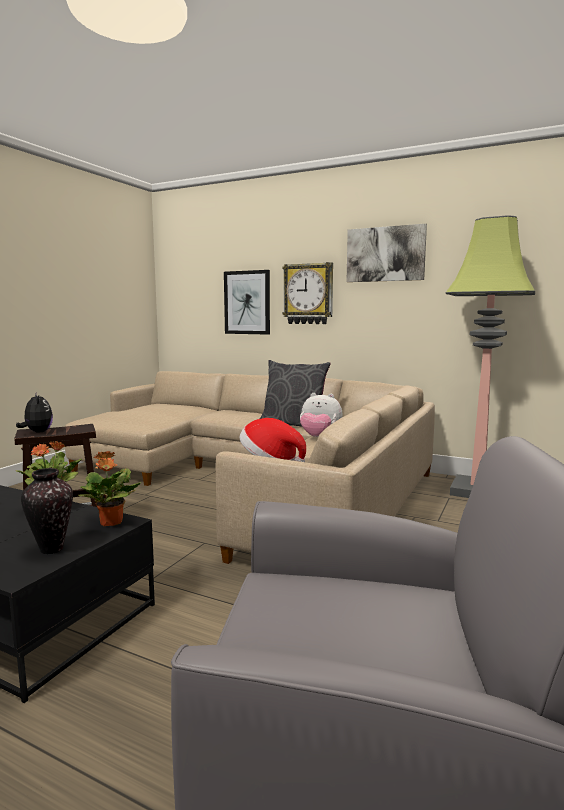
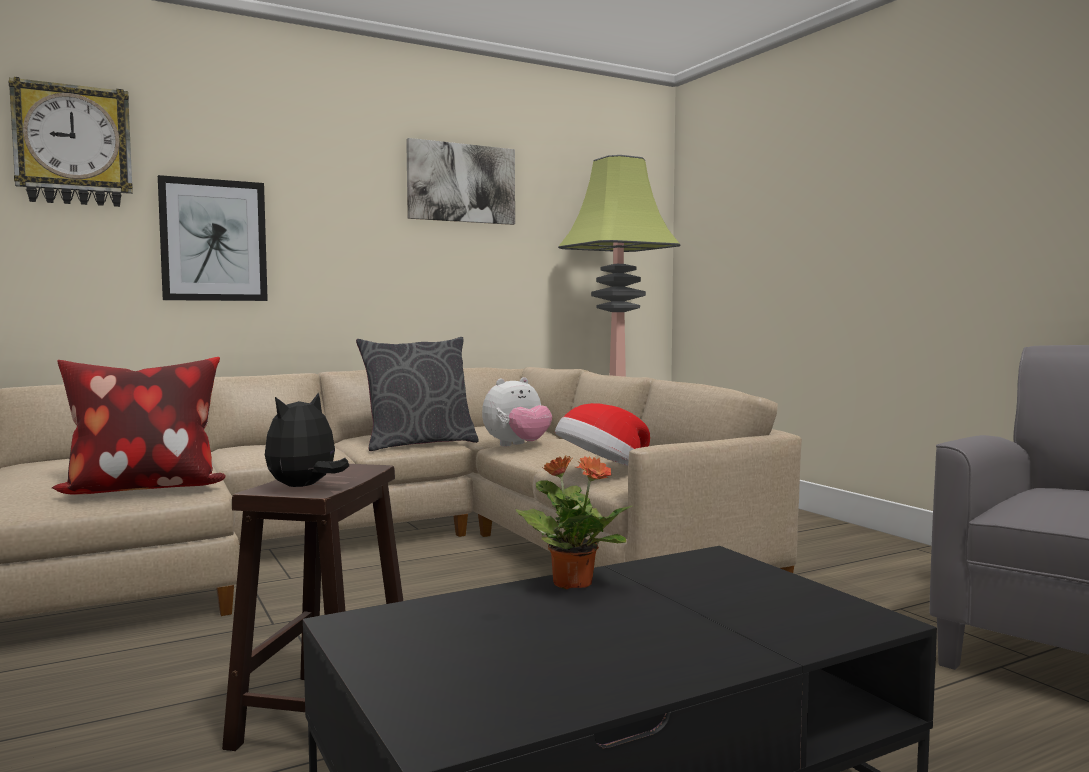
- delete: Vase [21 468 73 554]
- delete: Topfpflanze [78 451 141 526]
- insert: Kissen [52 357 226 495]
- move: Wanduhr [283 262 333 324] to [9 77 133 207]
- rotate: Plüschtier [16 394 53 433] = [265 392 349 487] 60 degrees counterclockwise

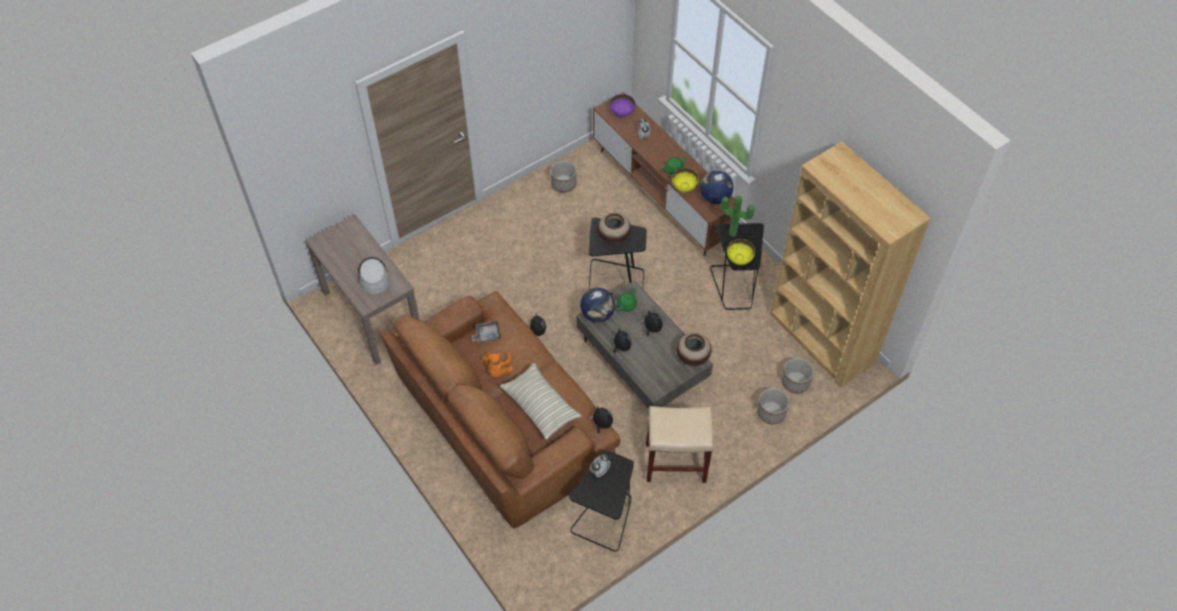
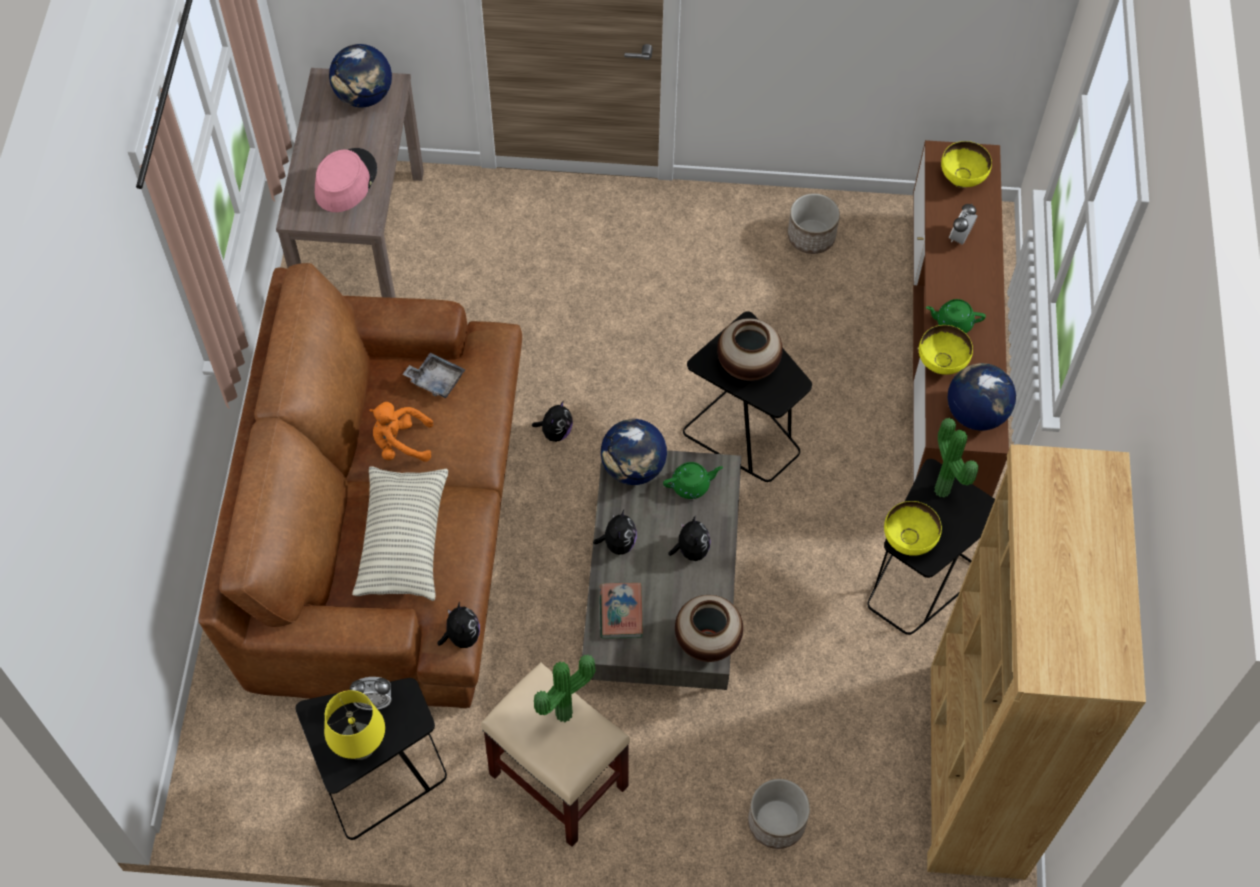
- delete: Pflanzkübel [782 358 814 394]
- insert: Tischlampe/gelb [324 690 385 760]
- insert: Globus [329 44 392 107]
- insert: Topfpflanze [534 654 595 722]
- insert: Buch [600 582 643 639]
- recolor: Hut/grau [358 257 389 294] to Hut/rosa [315 148 377 212]
- recolor: Schüssel/lila [610 94 635 118] to Schüssel/gelb [941 141 992 188]
- rotate: Plüschtier/orange [483 352 513 377] = [369 402 433 462] 45 degrees clockwise

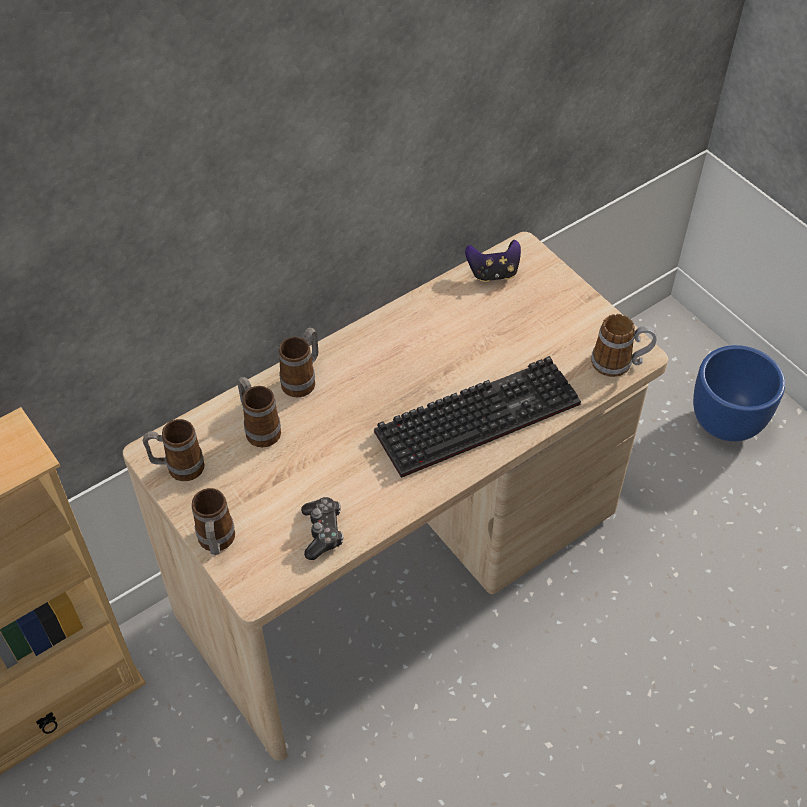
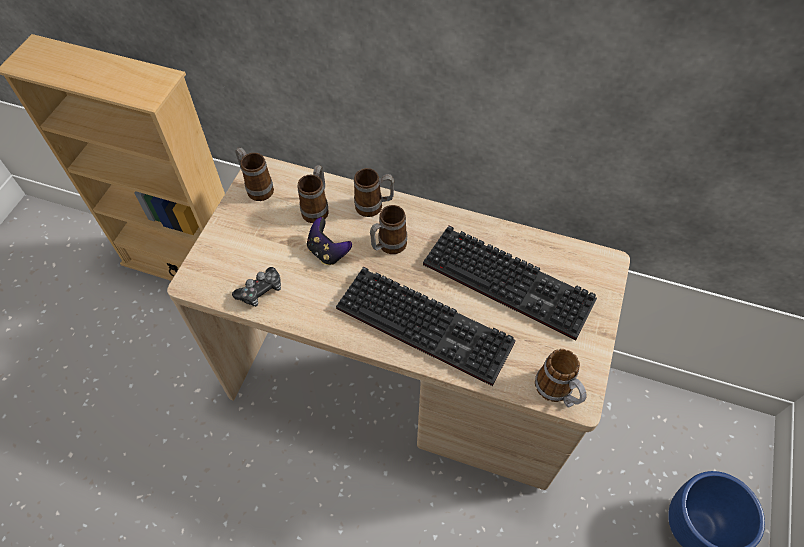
- insert: Tastatur [423 226 597 340]
- move: Henkelbecher [191 488 235 555] to [370 205 407 254]
- move: Gamepad [465 240 521 282] to [307 217 352 265]

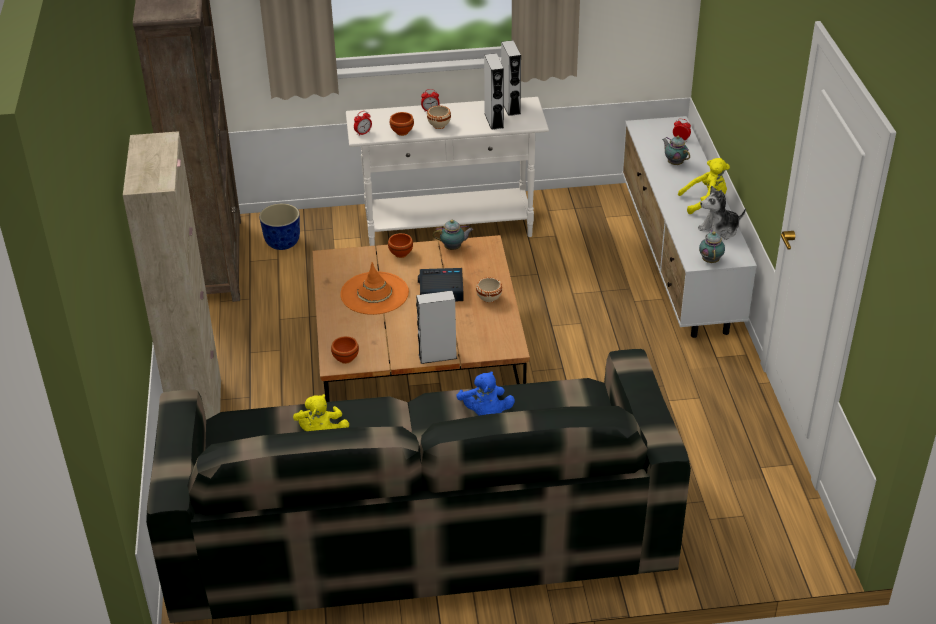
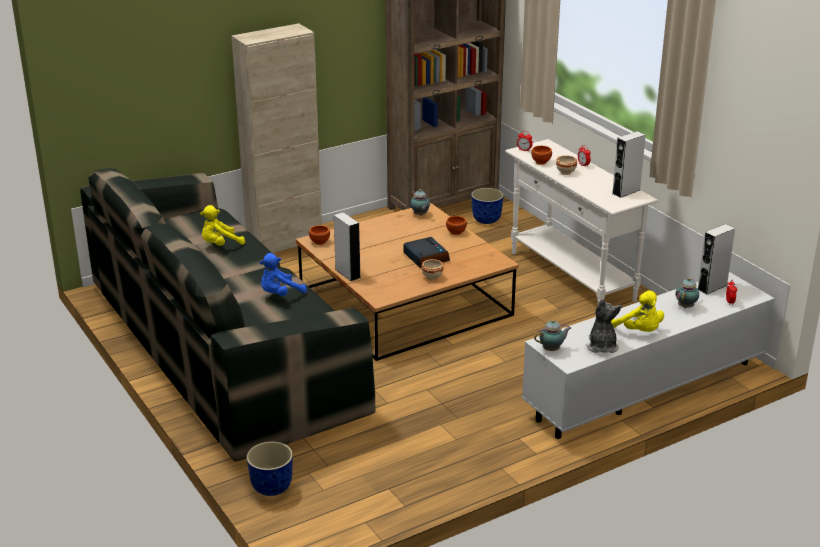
- delete: Hut/orange [340 262 409 315]
- insert: Pflanzkübel [246 442 293 496]
- move: Teekanne [433 220 474 250] to [410 189 430 216]
- move: Lautsprecher/grau [484 53 504 130] to [698 224 735 295]
- rotate: Plüschtier [698 185 746 240] = [586 299 622 353] 45 degrees clockwise

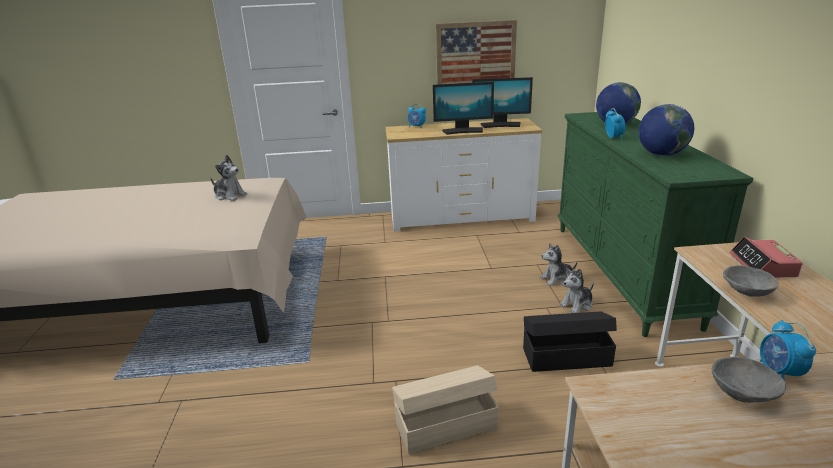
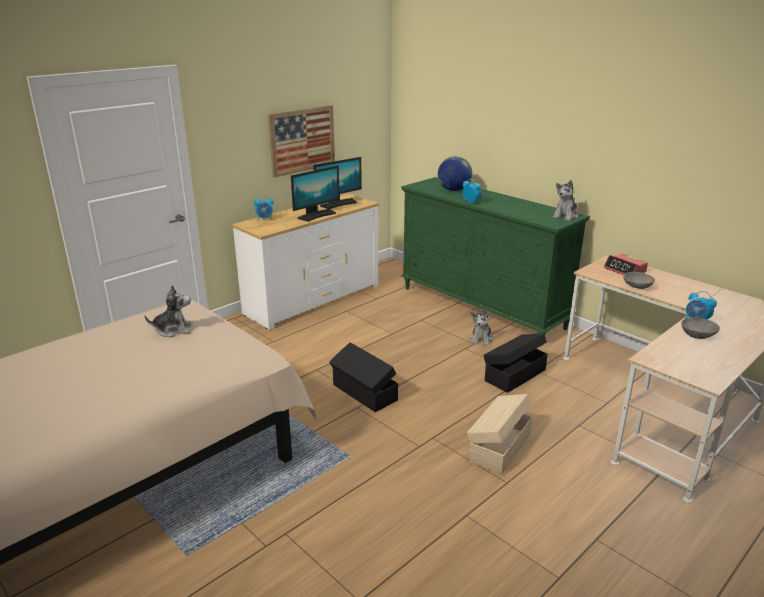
- delete: Globus [638 104 694 156]
- insert: Aufbewahrungsbox/schwarz [329 342 398 412]
- move: Plüschtier [540 243 577 286] to [553 180 578 221]

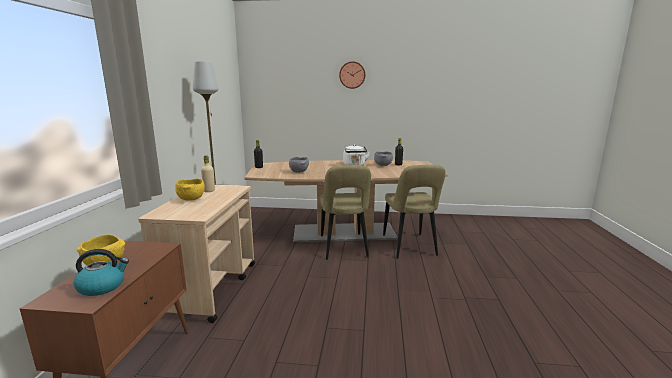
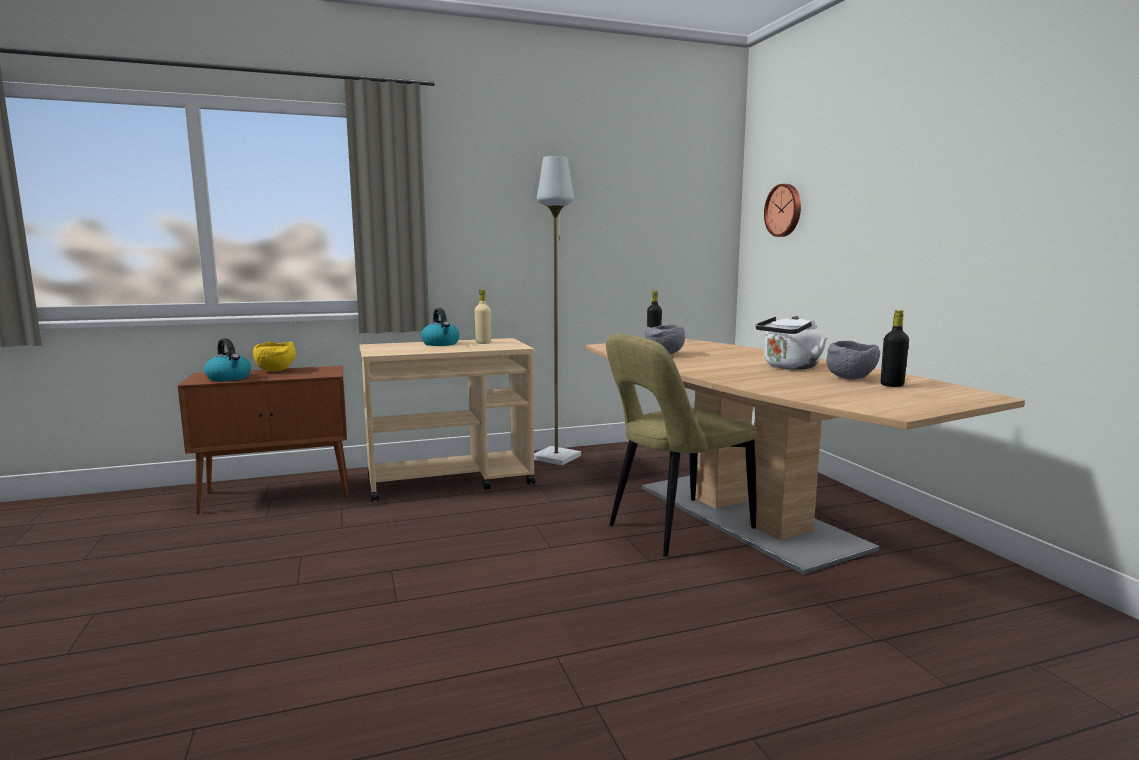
- delete: Stuhl/beige [383 165 446 259]
- move: Wanduhr [339 61 365 89] to [764 184 801 237]
- replace: Schüssel/gelb [175 178 205 201] to Wasserkessel [421 308 460 346]

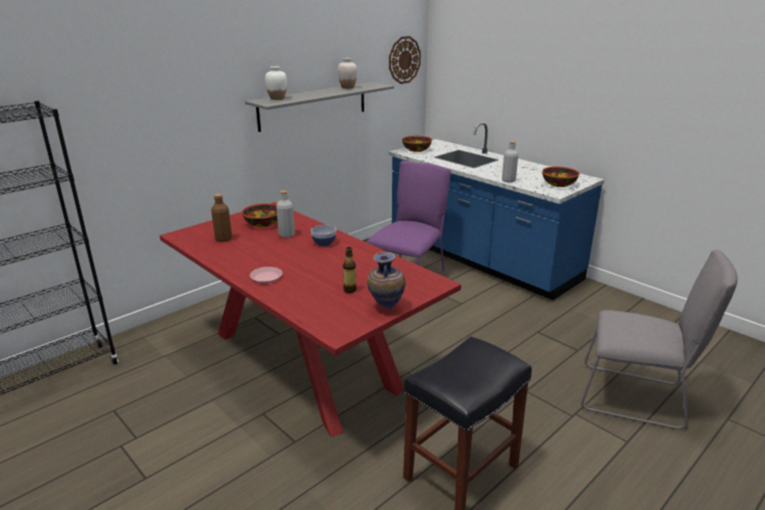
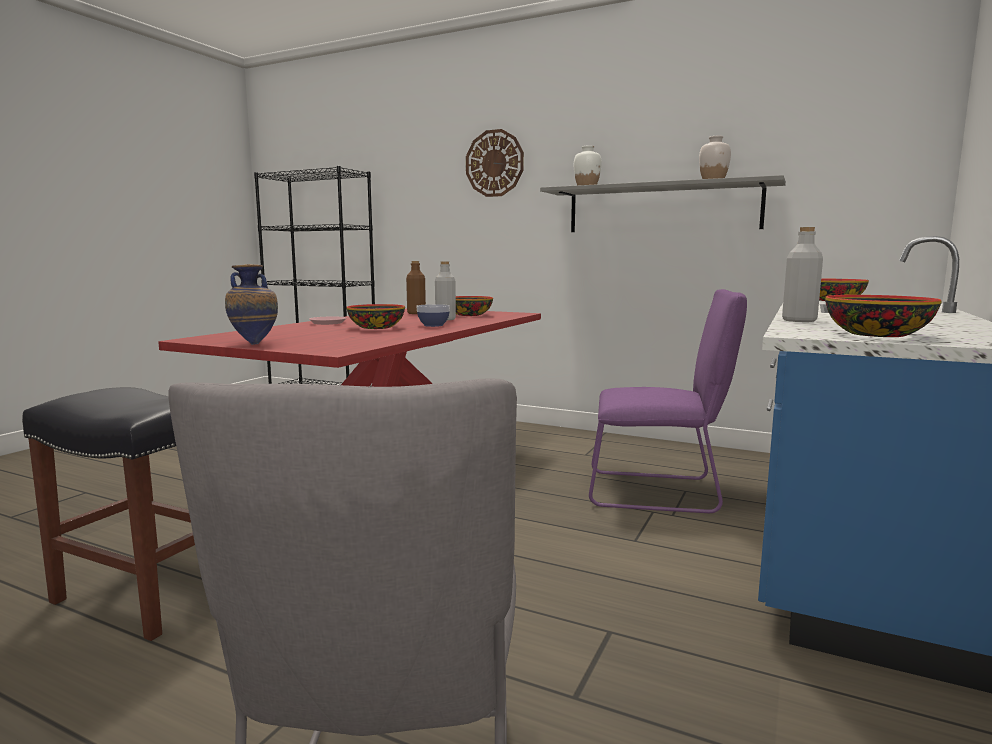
- delete: Flasche [343 247 357 293]
- insert: Schüssel [347 304 405 329]
- move: Wanduhr [389 36 421 84] to [466 129 524 197]

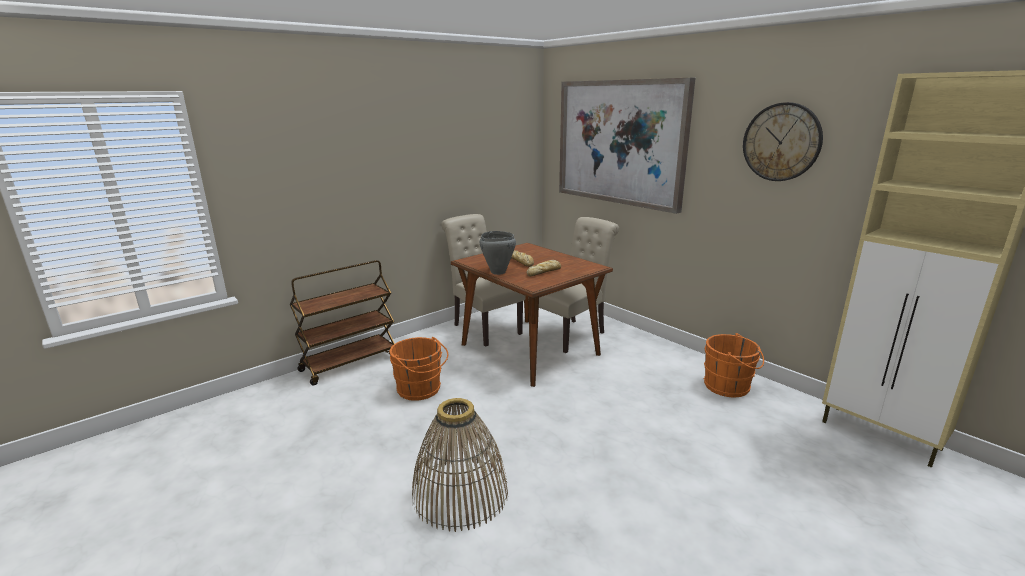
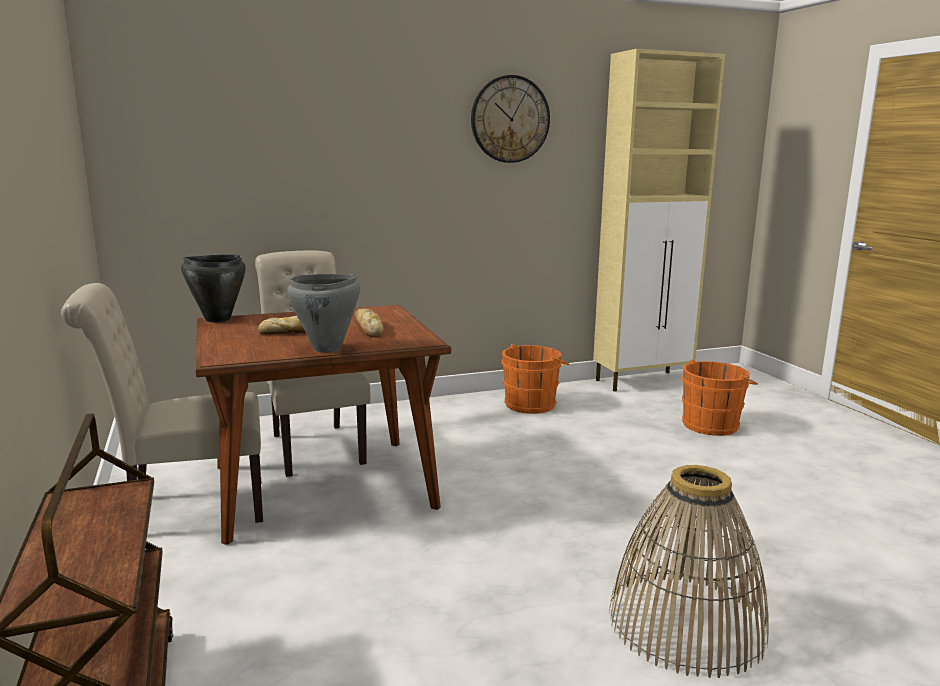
- delete: Bild [559 78 695 214]
- insert: Kochtopf/schwarz [181 254 246 323]
- move: Eimer/orange [390 337 449 401] to [682 359 758 436]

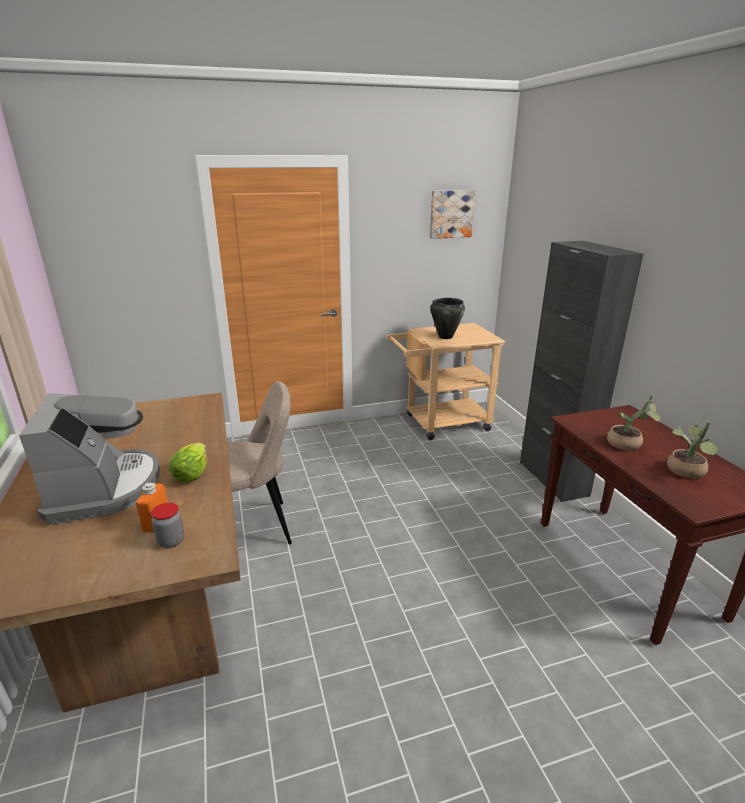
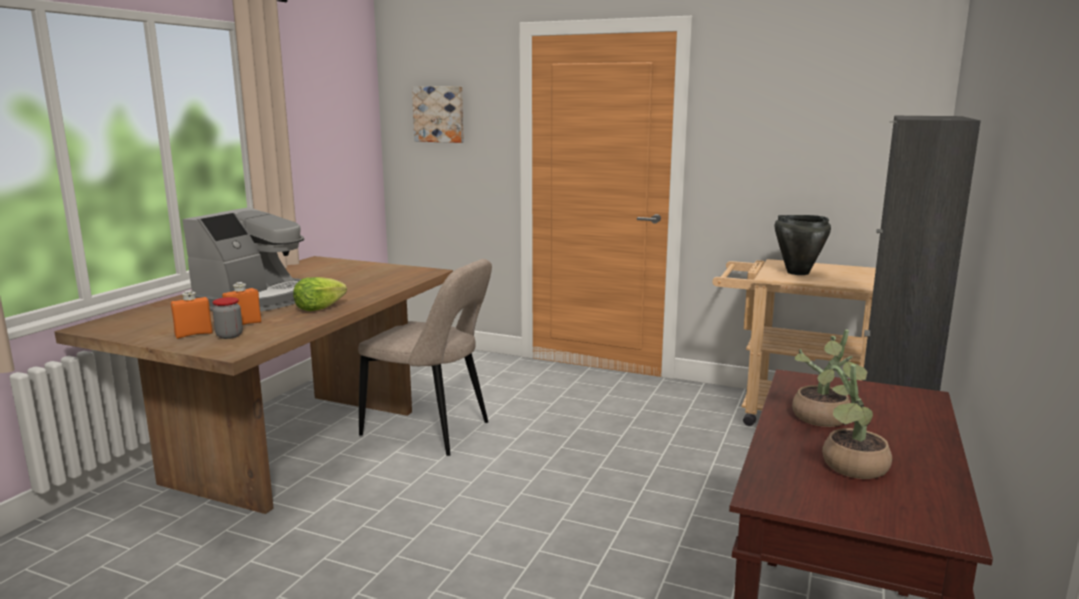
- insert: Flasche/orange [171 290 213 339]
- move: Bild [430 190 475 239] to [412 86 464 143]

